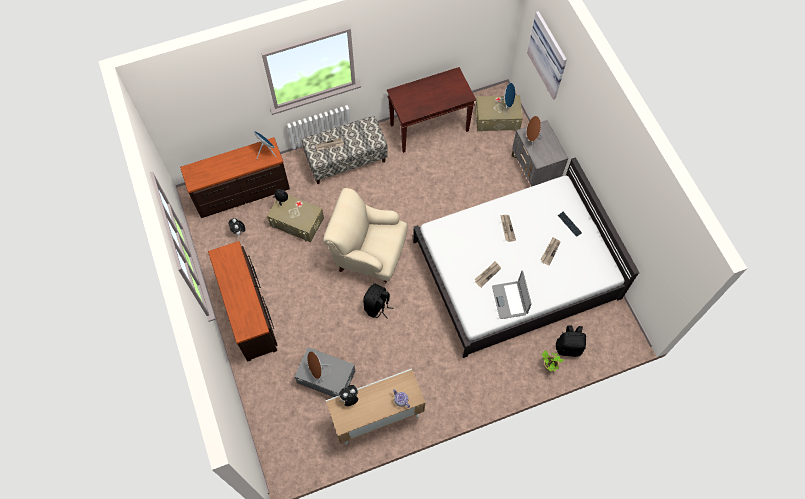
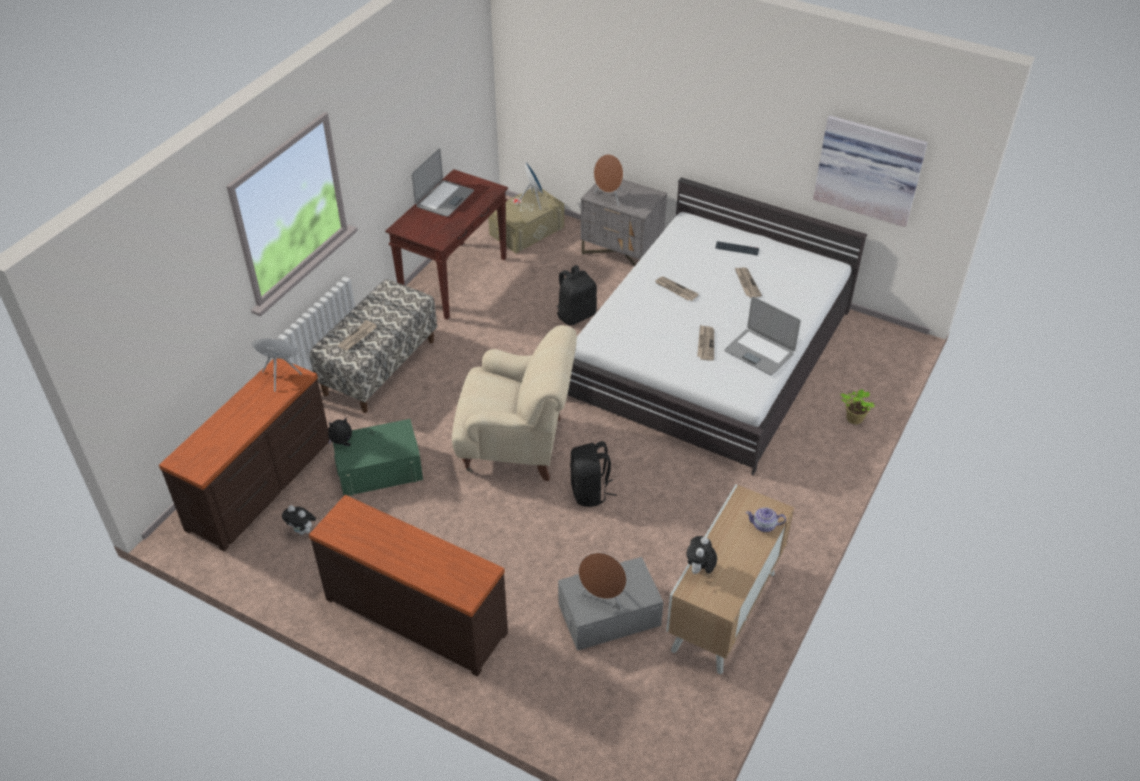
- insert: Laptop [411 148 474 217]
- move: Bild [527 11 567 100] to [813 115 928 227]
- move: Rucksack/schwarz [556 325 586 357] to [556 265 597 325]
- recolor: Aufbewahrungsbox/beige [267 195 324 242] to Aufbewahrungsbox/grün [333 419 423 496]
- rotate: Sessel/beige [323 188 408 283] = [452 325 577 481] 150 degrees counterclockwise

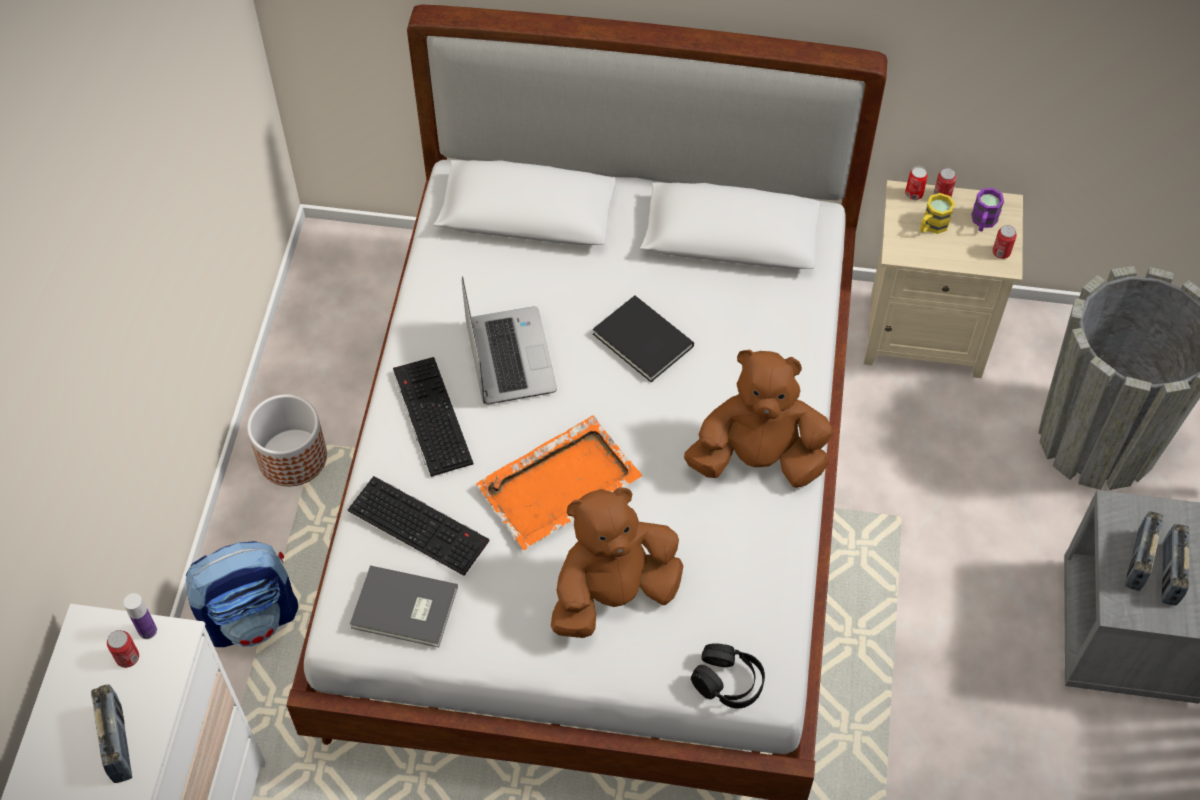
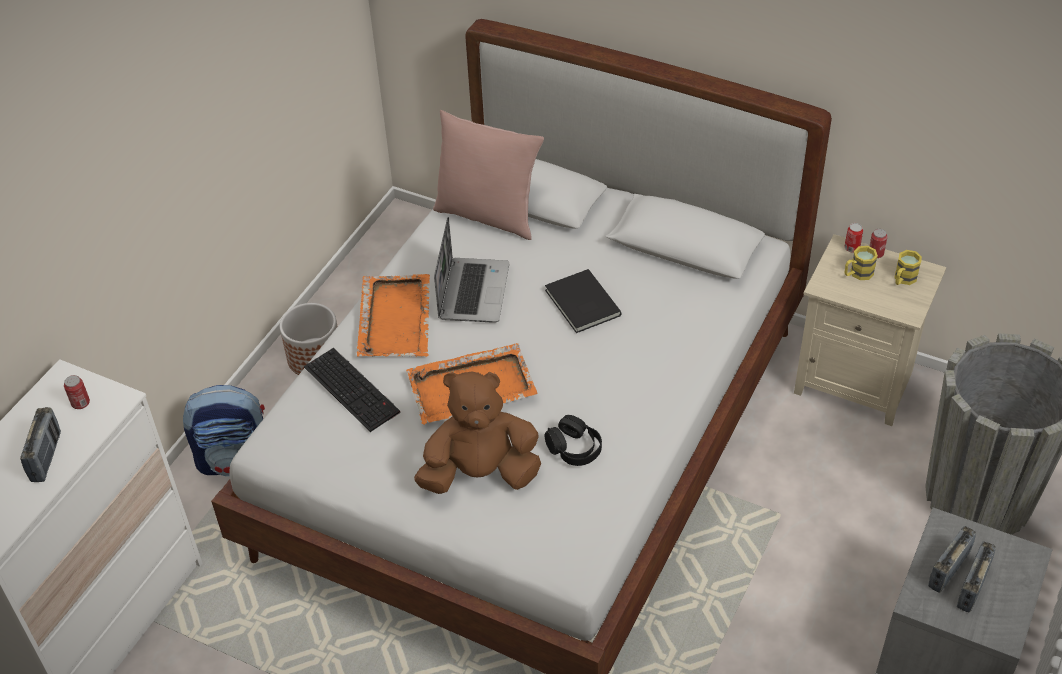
- delete: Flasche [124 593 157 639]
- delete: Buch/grau [350 565 458 647]
- delete: Plüschtier/braun [684 349 833 488]
- delete: Dose [992 225 1017 259]
- insert: Kissen/rosa [433 110 544 240]
- move: Kopfhörer/schwarz [691 643 765 709] to [545 415 602 466]
- replace: Tastatur [393 357 473 477] to Tablett/orange [357 274 430 357]
- recolor: Henkelbecher/lila [971 188 1004 231] to Henkelbecher/gelb [894 250 922 285]

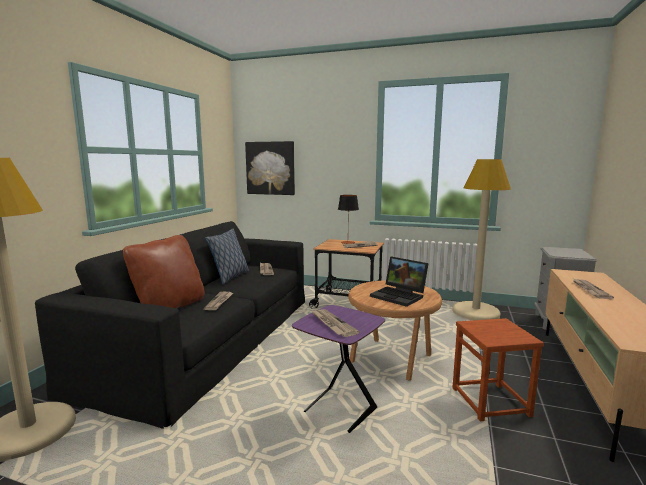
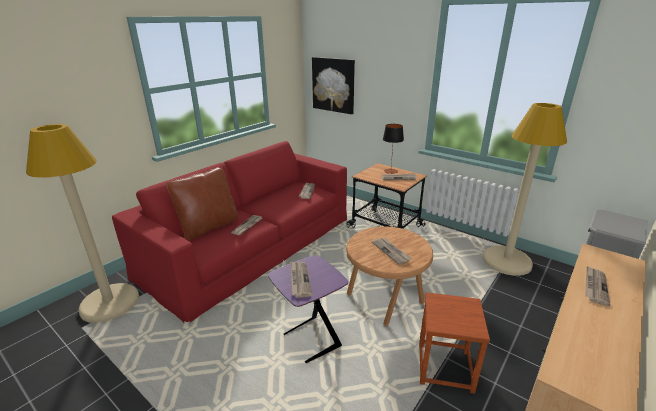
- delete: Kissen [205 228 249 284]
- replace: Laptop [370 256 429 307] to Zeitung [372 238 411 265]
- recolor: Sofa/schwarz [35 221 305 429] to Sofa/rot [112 141 347 323]

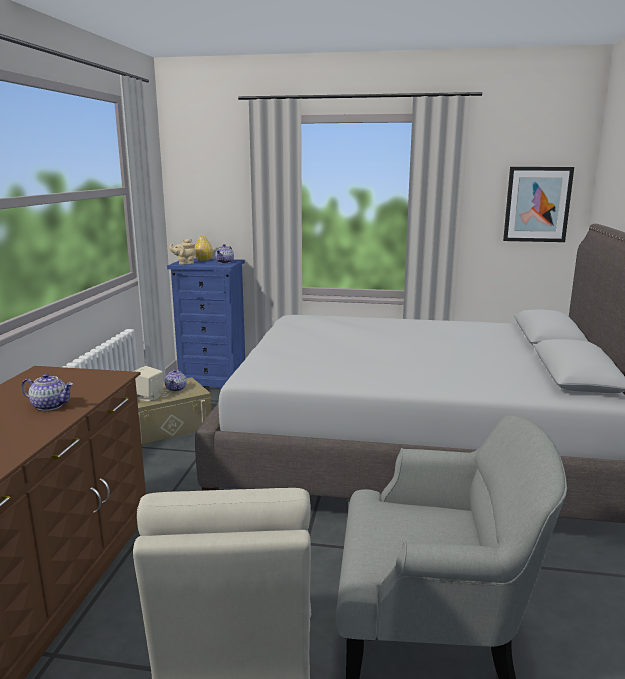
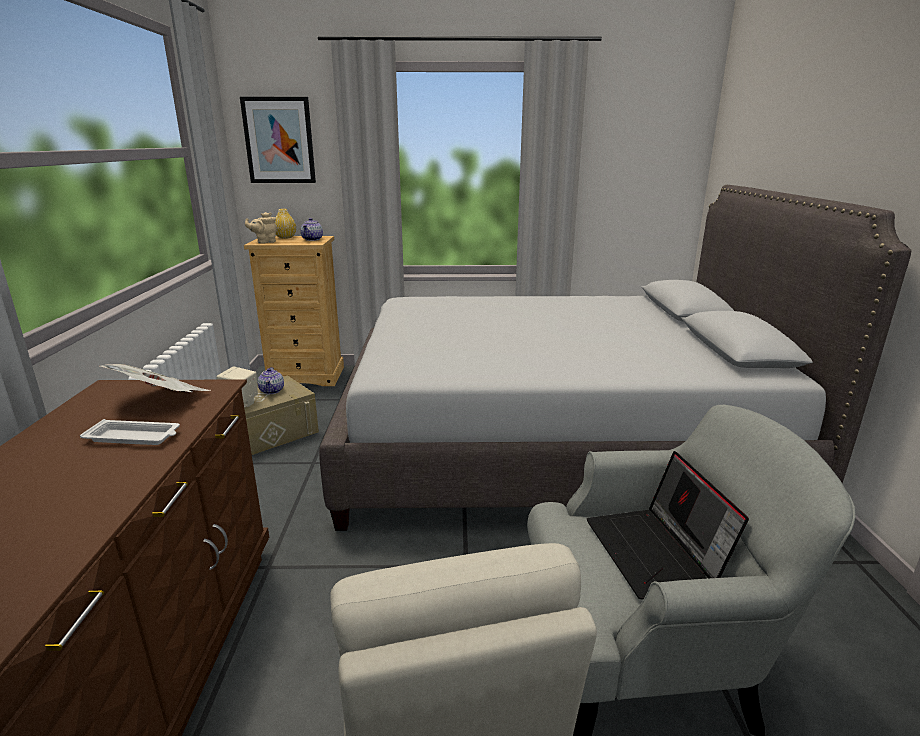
- insert: Zeitung [100 364 211 392]
- insert: Laptop [587 451 749 600]
- move: Bild [503 167 574 242] to [240 97 316 183]
- replace: Teekanne [21 373 73 411] to Tablett/weiß [80 419 180 445]
- recolor: Kommode/blau [167 258 245 389] to Kommode/beige [244 236 344 386]

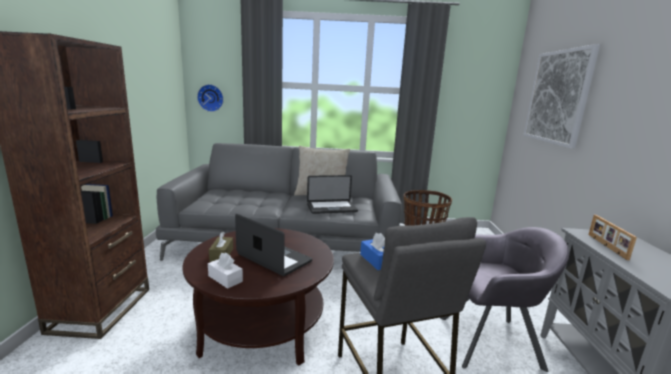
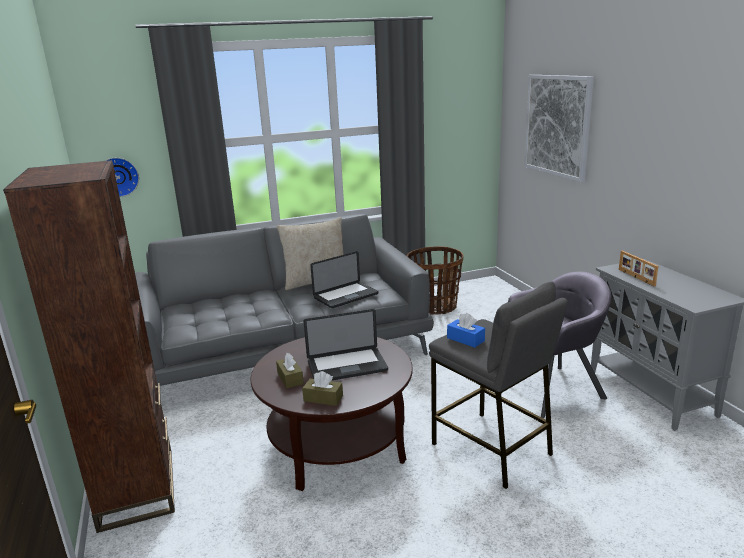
- recolor: Taschentuchbox/weiß [208 252 243 289] to Taschentuchbox/braun [302 371 343 406]
- rotate: Laptop [235 214 312 276] = [303 309 388 381] 150 degrees clockwise

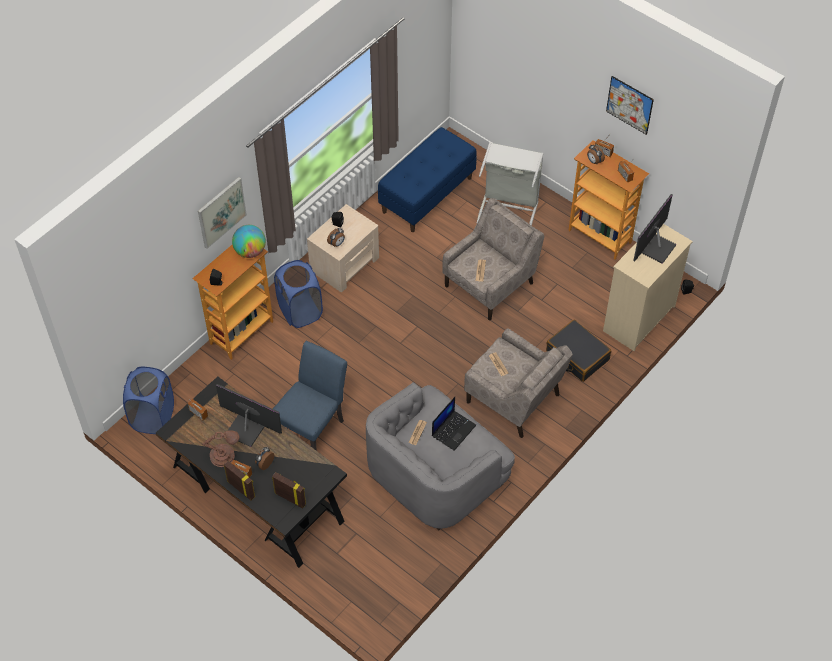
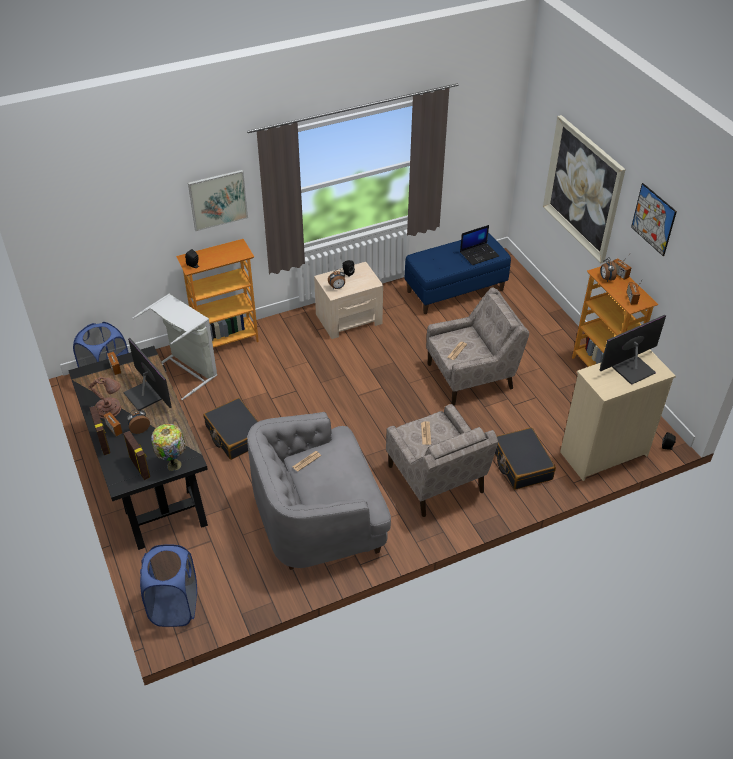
- delete: Globus [232 225 266 258]
- insert: Tischlampe [151 424 186 471]
- insert: Bild [543 115 626 263]
- move: Wäschekorb/blau [274 260 323 328] to [140 544 197 627]
- move: Laptop [432 397 476 451] to [460 225 499 265]
- move: Wäschekorb/grau [476 142 544 226] to [132 293 217 400]
- replace: Stuhl/blau [273 341 347 451] to Koffer/schwarz [203 398 258 460]

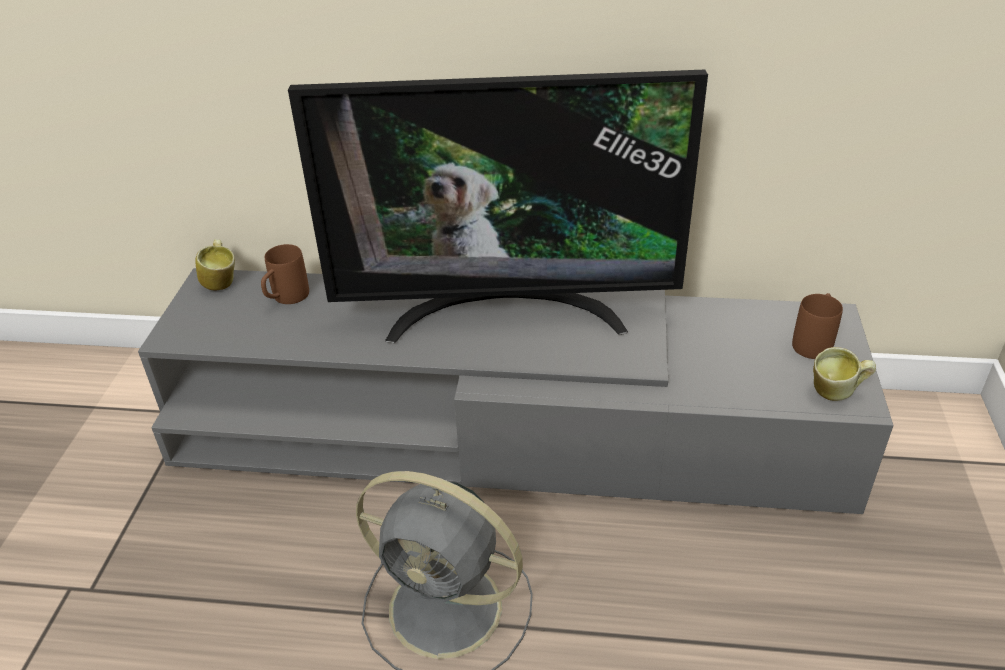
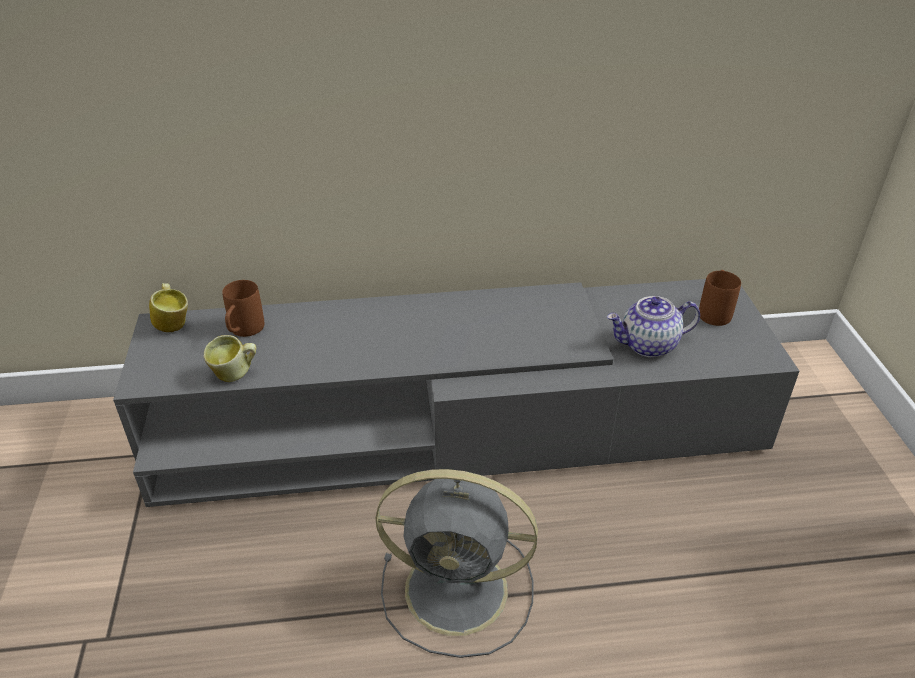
- delete: Fernseher [288 70 708 343]
- insert: Teekanne [607 296 700 357]
- move: Henkelbecher [813 347 876 401] to [203 335 256 382]

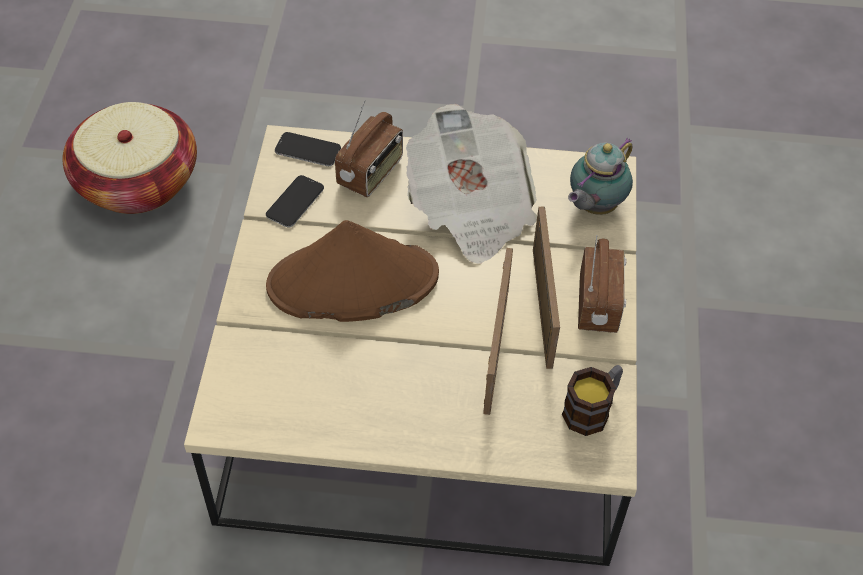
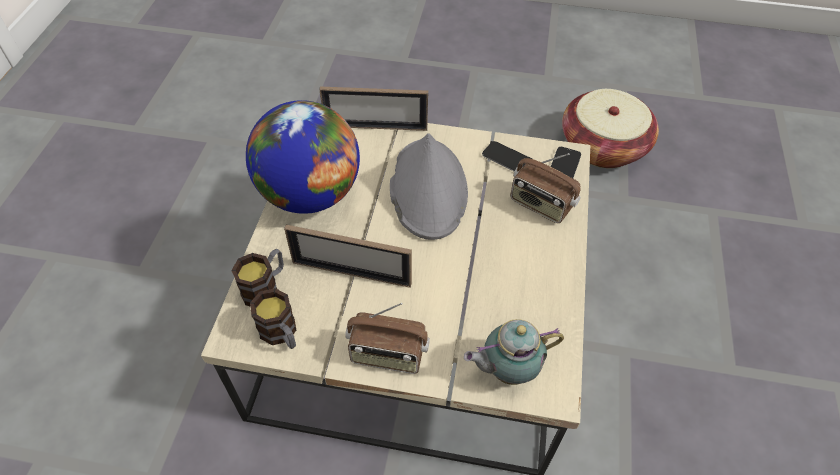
- delete: Zeitung [406 104 537 264]
- insert: Henkelbecher [231 249 284 306]
- insert: Globus [246 100 360 214]
- move: Bilderrahmen [533 207 560 369] to [319 87 428 131]
- recolor: Hut/braun [266 220 439 322] to Hut/grau [390 133 468 240]
- rotate: Teekanne [568 138 633 215] = [464 319 564 385] 60 degrees counterclockwise

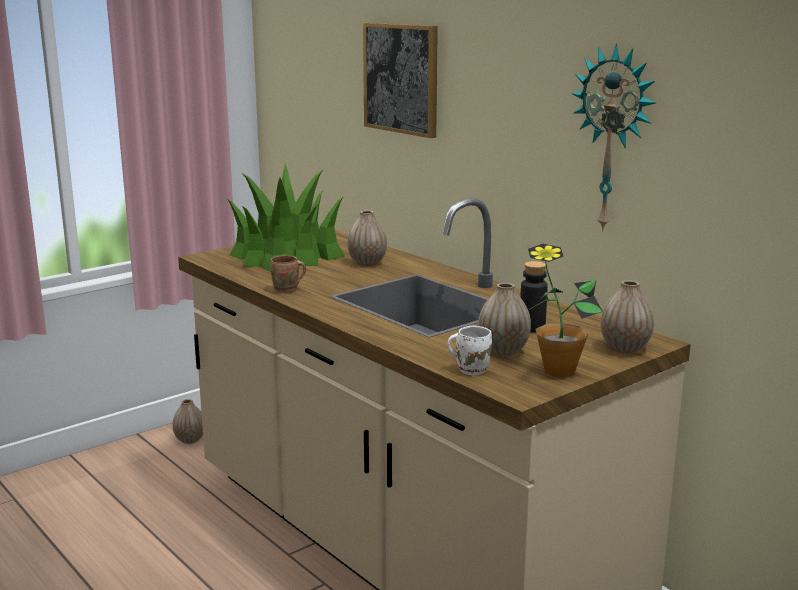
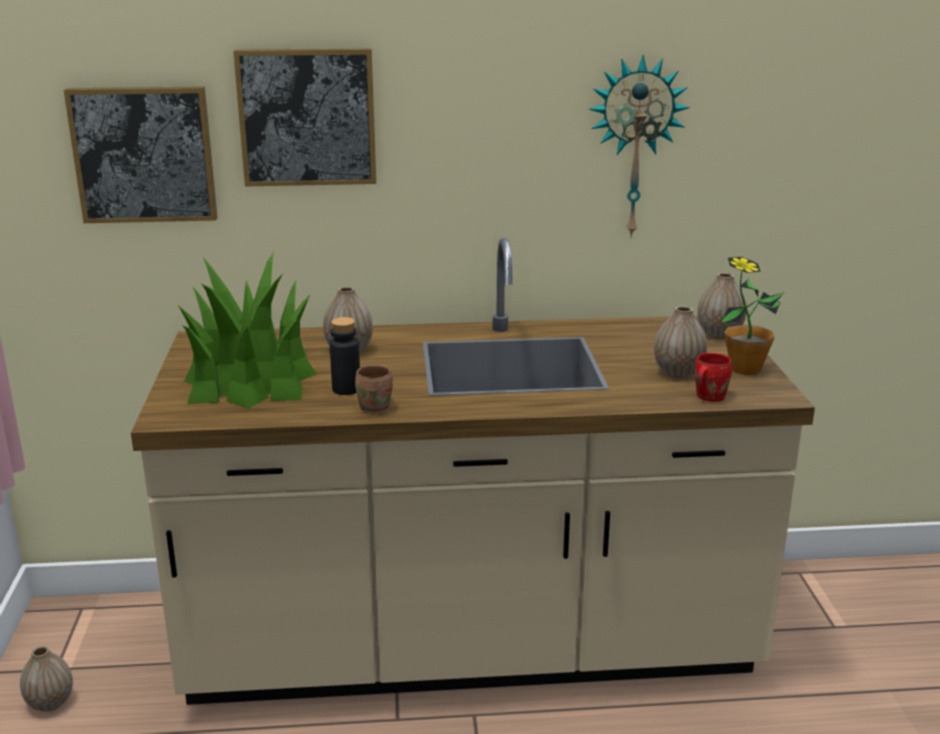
- insert: Bild [64 86 217 223]
- move: Flasche/schwarz [520 261 548 333] to [330 317 360 395]
- recolor: Henkelbecher/weiß [447 326 492 376] to Henkelbecher/rot [694 353 732 402]

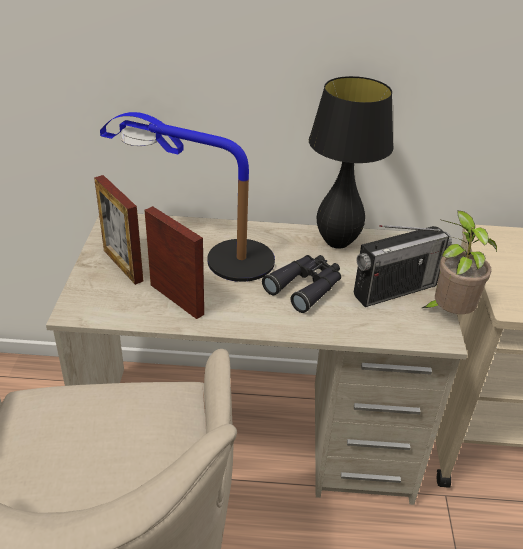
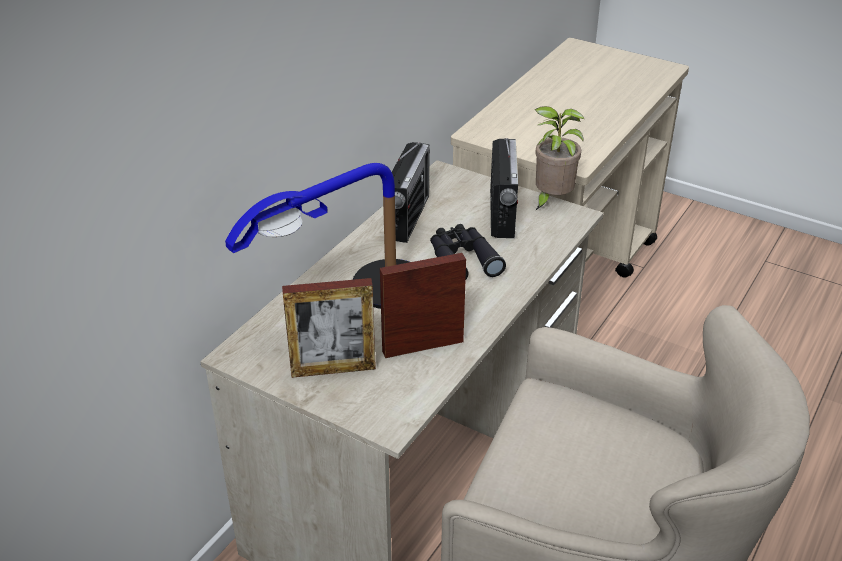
- replace: Tischlampe/schwarz [309 76 394 249] to Radio [392 142 430 243]

